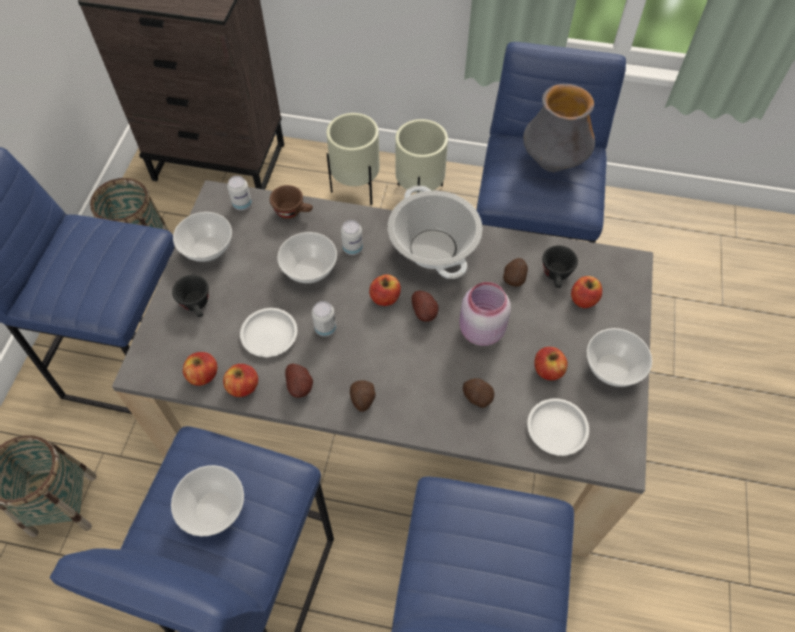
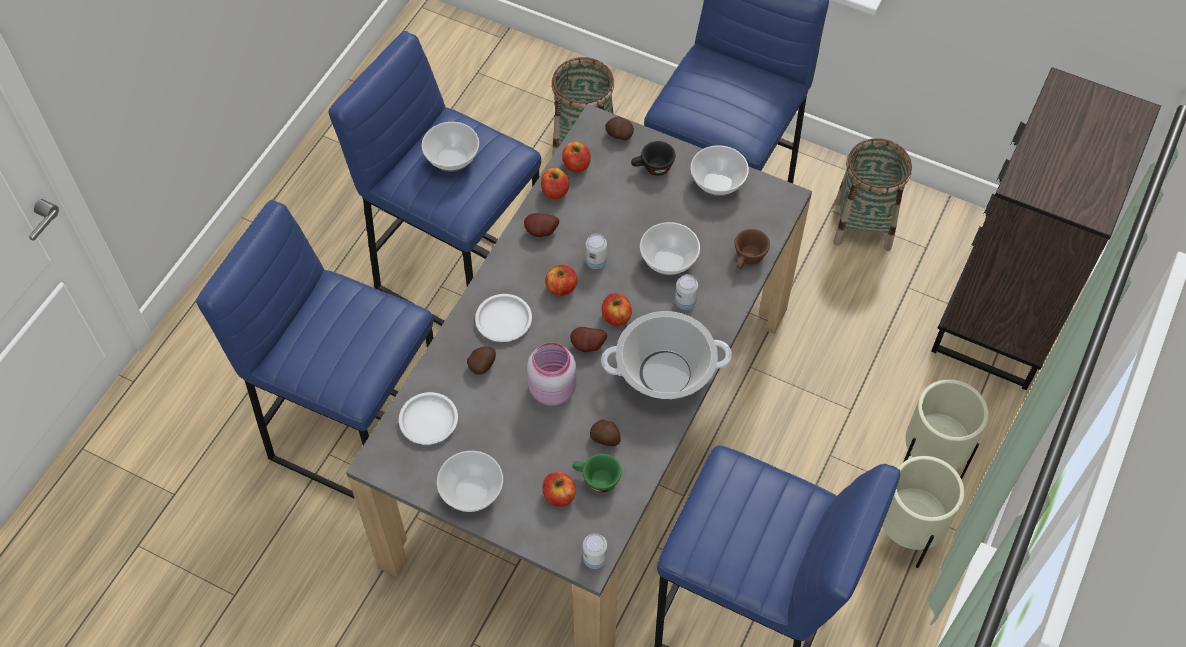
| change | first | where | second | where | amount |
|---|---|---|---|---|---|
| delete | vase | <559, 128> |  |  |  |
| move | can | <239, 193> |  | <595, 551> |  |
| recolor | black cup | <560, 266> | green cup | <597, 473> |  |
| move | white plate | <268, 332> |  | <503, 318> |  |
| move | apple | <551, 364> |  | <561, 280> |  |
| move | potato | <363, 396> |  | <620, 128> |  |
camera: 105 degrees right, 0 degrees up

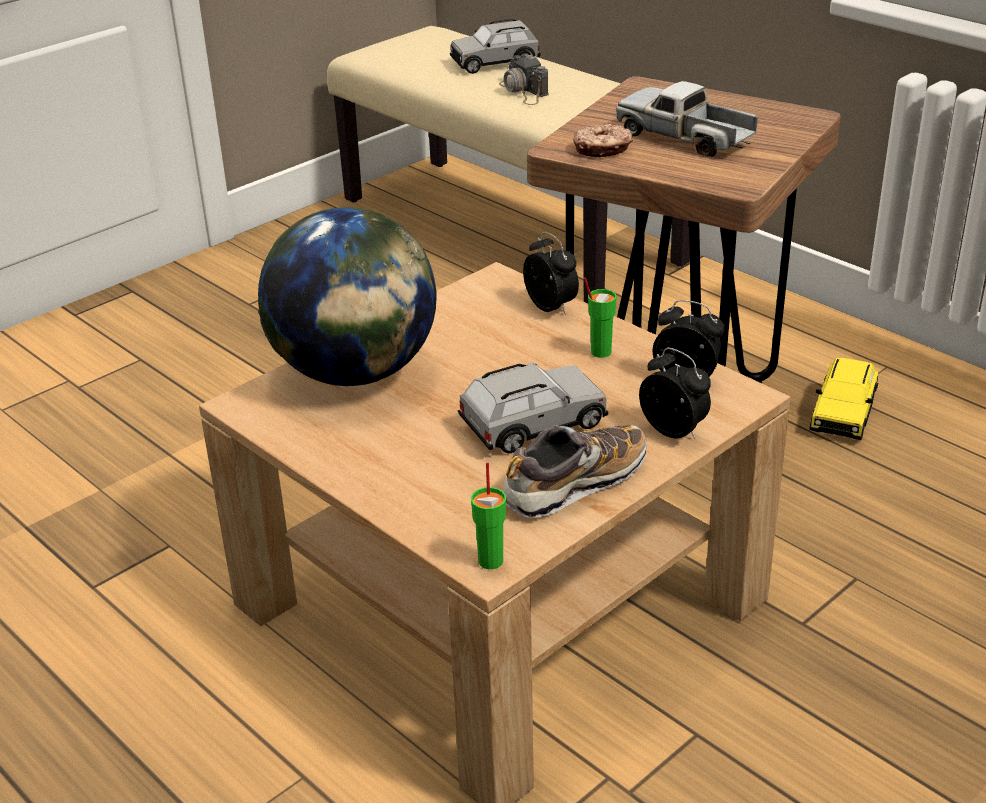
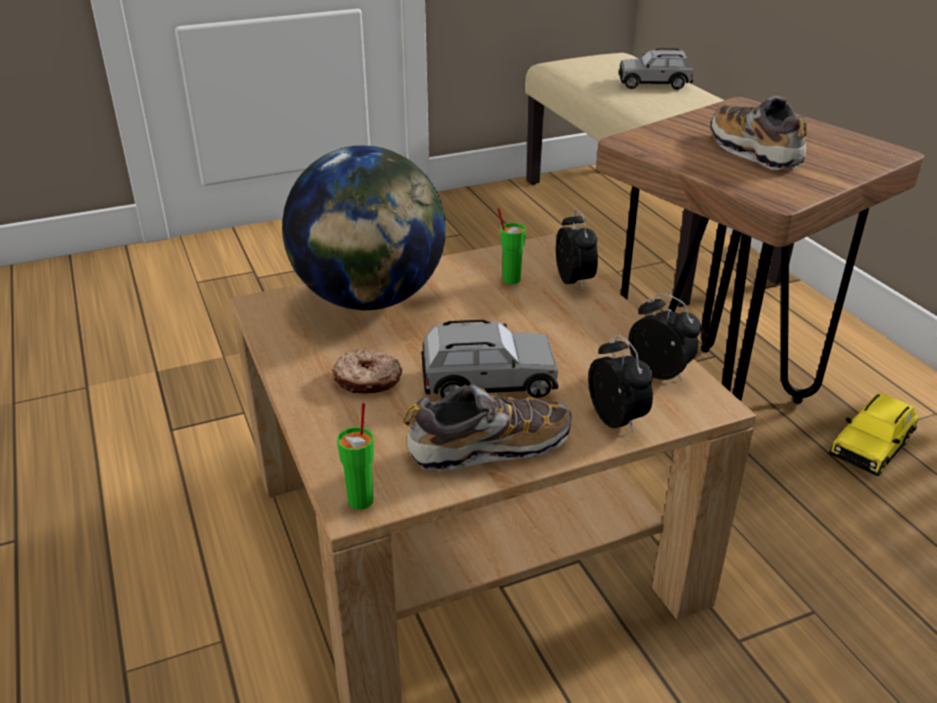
| change | first | where | second | where | amount |
|---|---|---|---|---|---|
| delete | photo camera | <524, 79> |  |  |  |
| replace | toy truck | <687, 119> | shoe | <759, 133> |  |
| move | donut | <603, 140> |  | <367, 372> |  |
| move | green cup | <600, 317> |  | <512, 246> |  |
camera: 20 degrees right, 0 degrees up

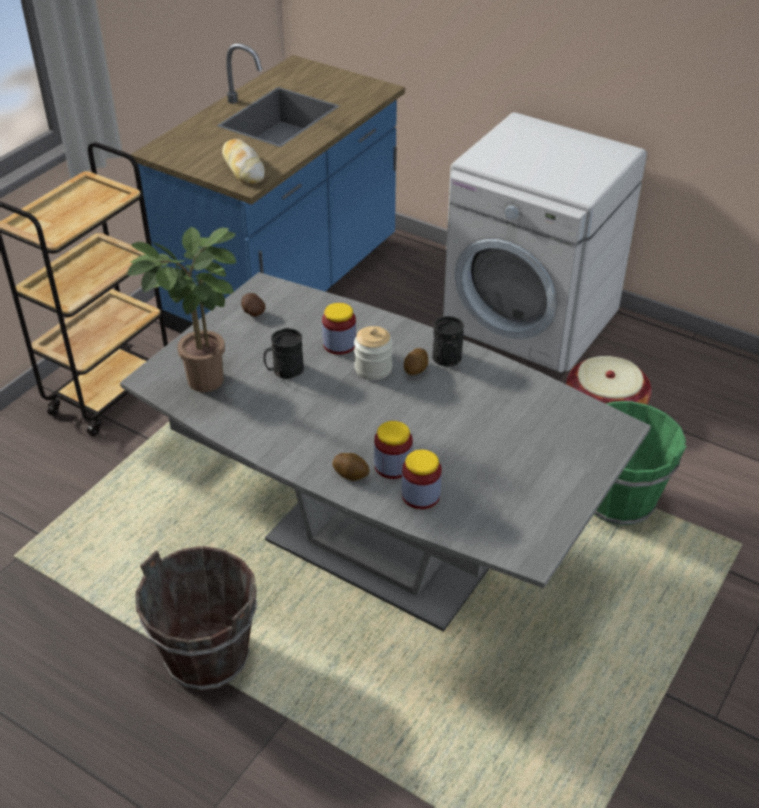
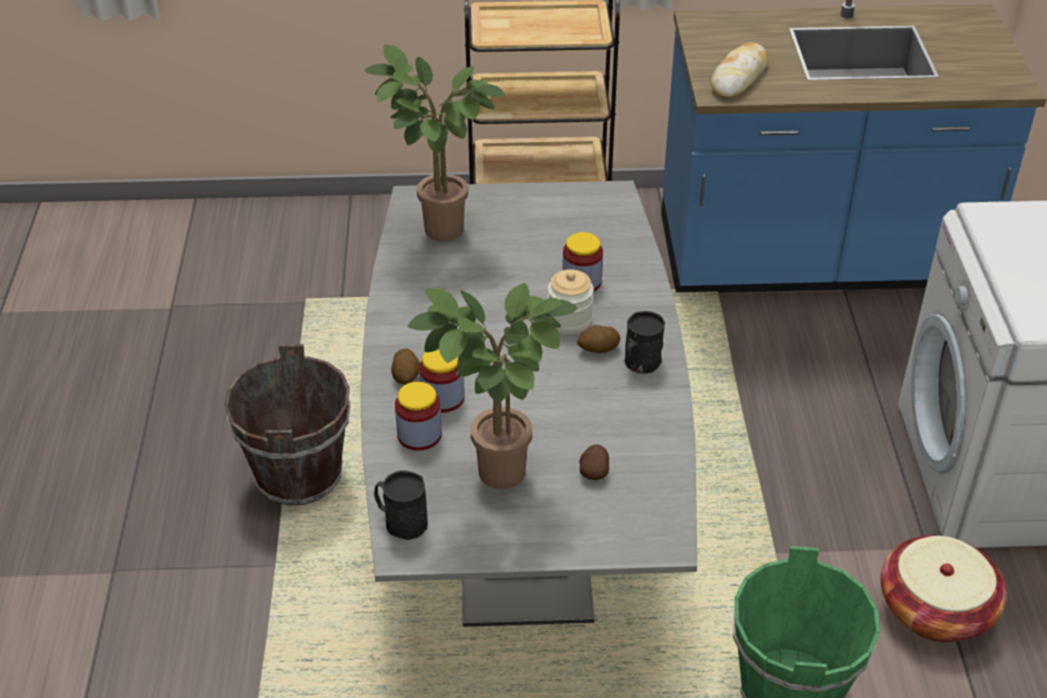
| change | first | where | second | where | amount |
|---|---|---|---|---|---|
| move | potato | <253, 305> |  | <594, 462> |  |
| move | black mug | <283, 353> |  | <401, 505> |  |
| insert |  |  | potted plant | <492, 386> |  |
camera: 55 degrees right, 0 degrees up

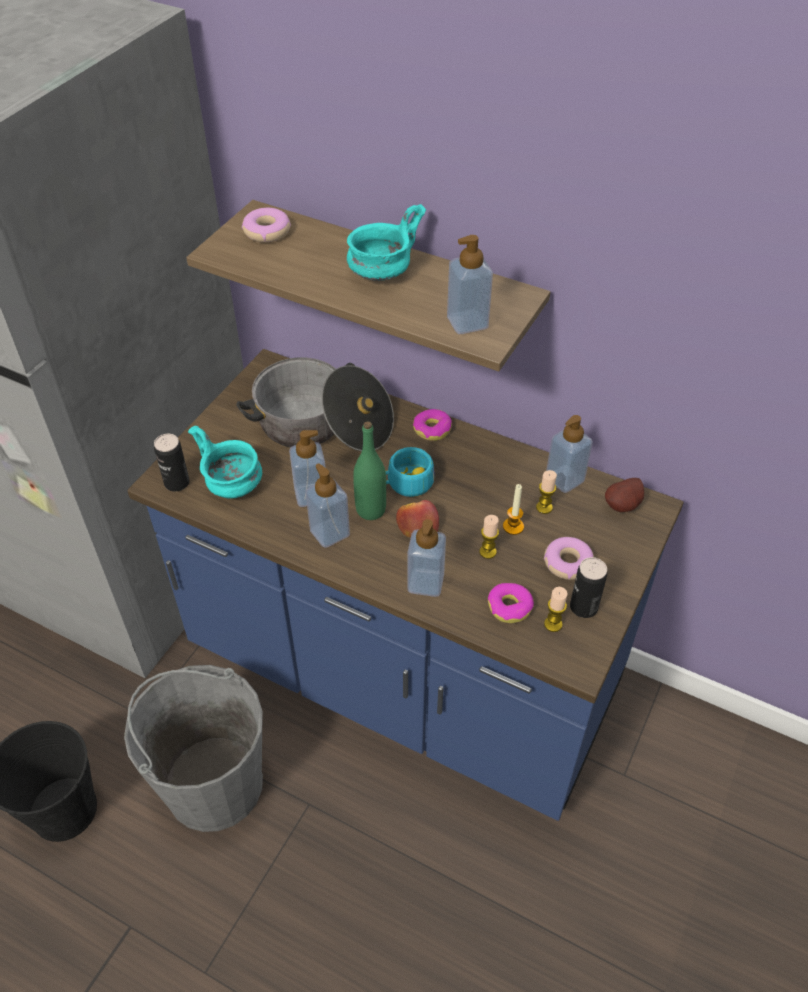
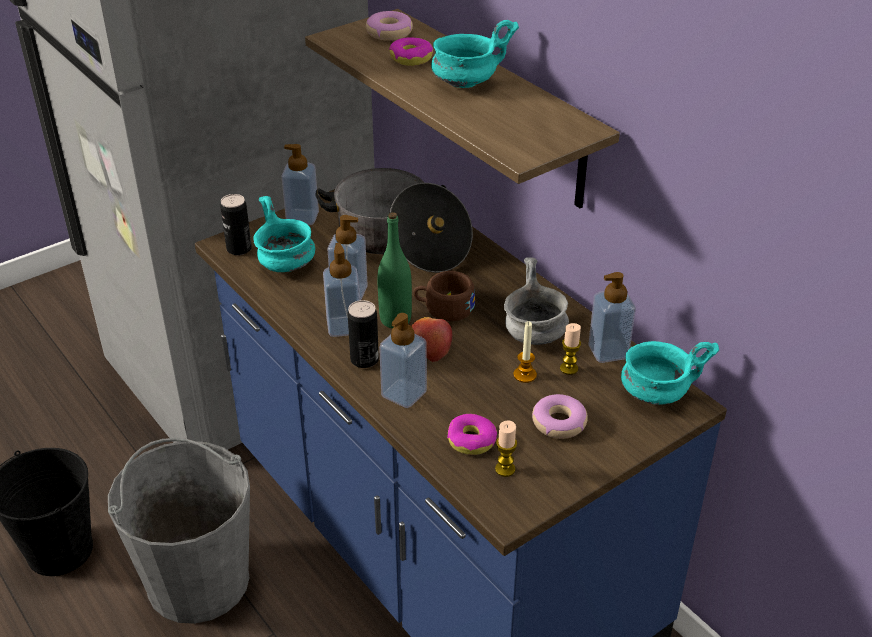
| change | first | where | second | where | amount |
|---|---|---|---|---|---|
| move | soap dispenser | <470, 284> |  | <300, 184> |  |
| move | donut | <432, 425> |  | <412, 52> |  |
| recolor | turquoise cup | <410, 472> | brown cup | <444, 296> |  |
| replace | potato | <624, 495> | turquoise bowl | <670, 373> |  |
| delete | candle | <489, 537> |  |  |  |
| move | can | <588, 587> |  | <363, 334> |  |
| insert |  |  | grey bowl | <536, 301> |  |
camera: 25 degrees right, 10 degrees down

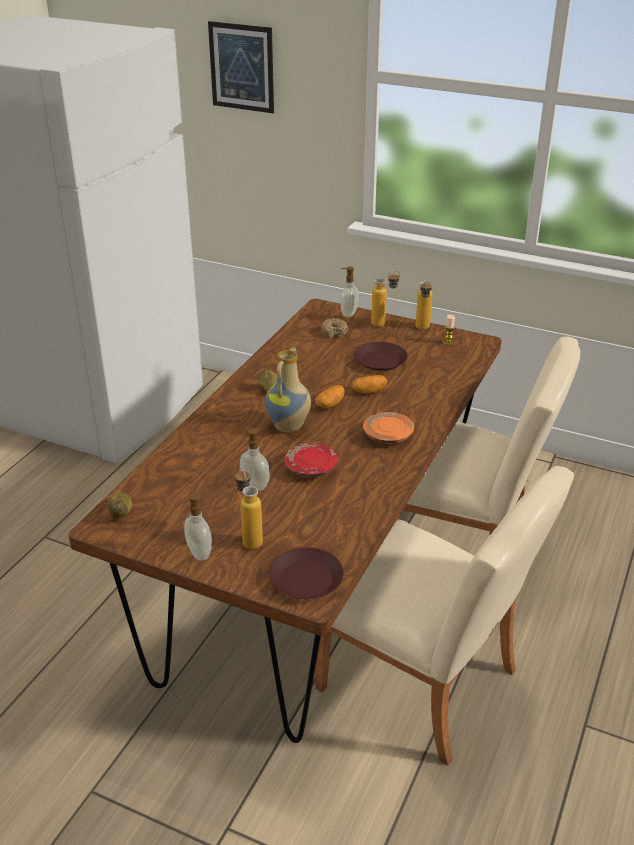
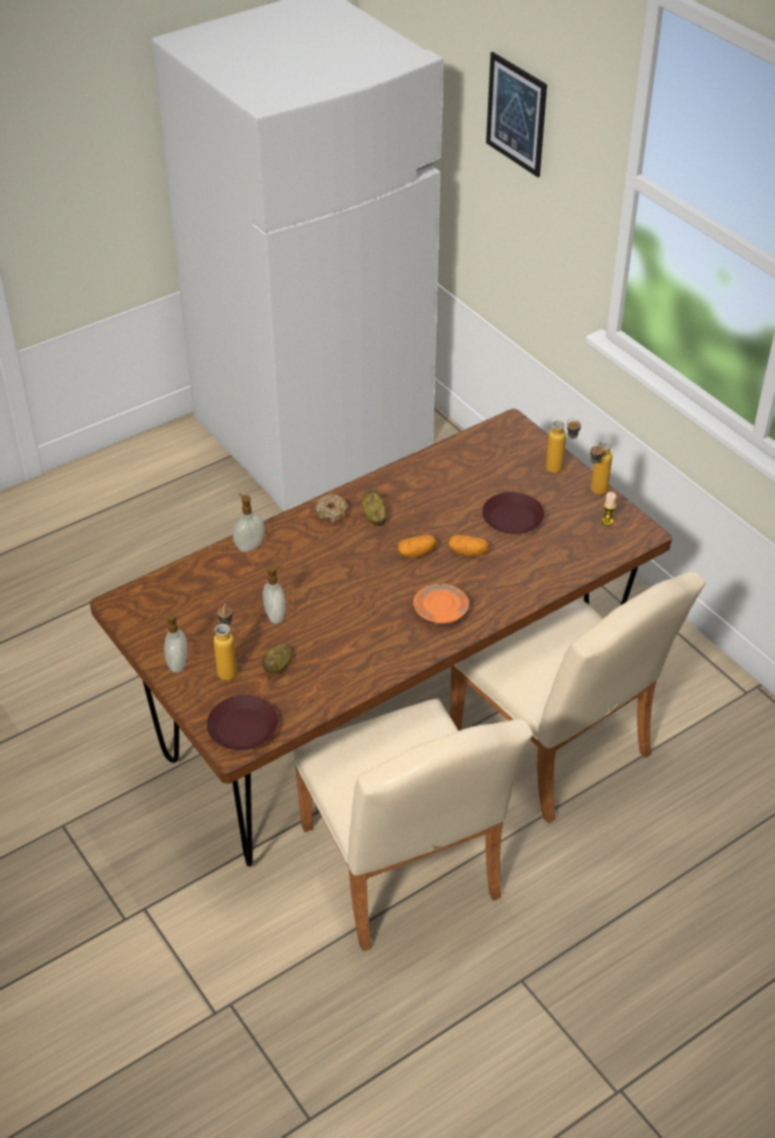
| change | first | where | second | where | amount |
|---|---|---|---|---|---|
| move | soap dispenser | <349, 292> |  | <249, 523> |  |
| move | donut | <334, 328> |  | <332, 509> |  |
| delete | vase | <288, 389> |  |  |  |
| delete | red plate | <311, 460> |  |  |  |
| move | potato | <120, 504> |  | <276, 659> |  |
camera: 30 degrees right, 10 degrees up

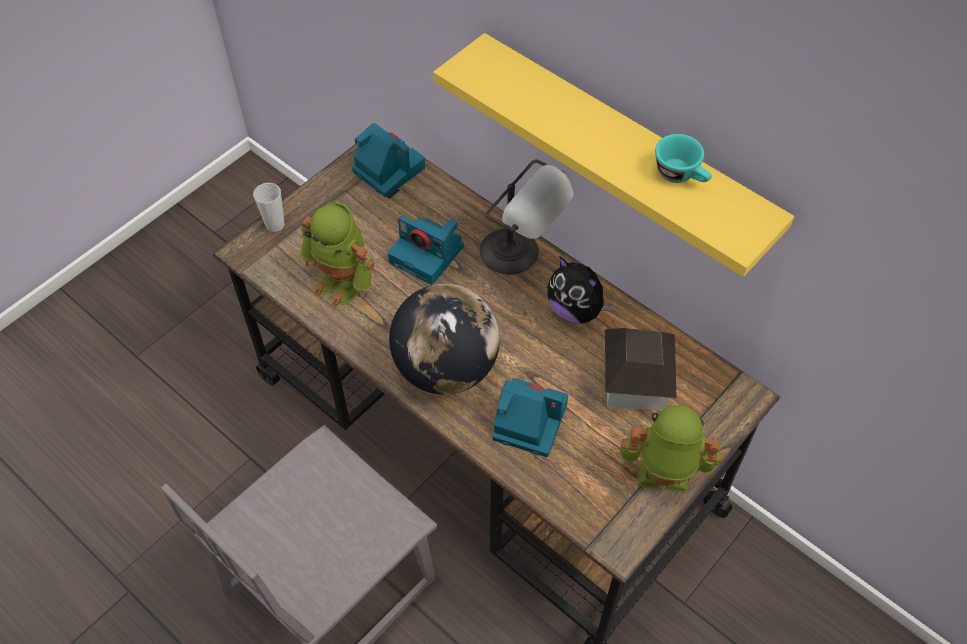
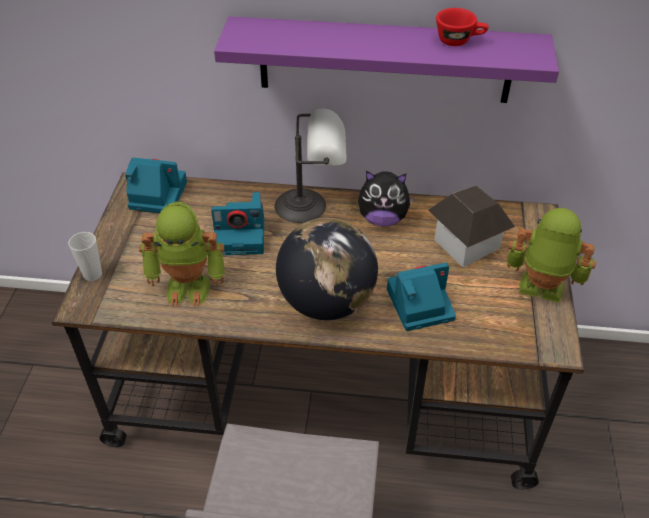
| change | first | where | second | where | amount |
|---|---|---|---|---|---|
| recolor | yellow shelf | <613, 155> | purple shelf | <386, 59> |  |
| recolor | turquoise cup | <683, 158> | red cup | <462, 27> |  |
| rotate | toy robot | <671, 449> |  | <551, 255> | 45 degrees clockwise |
camera: 35 degrees left, 10 degrees down

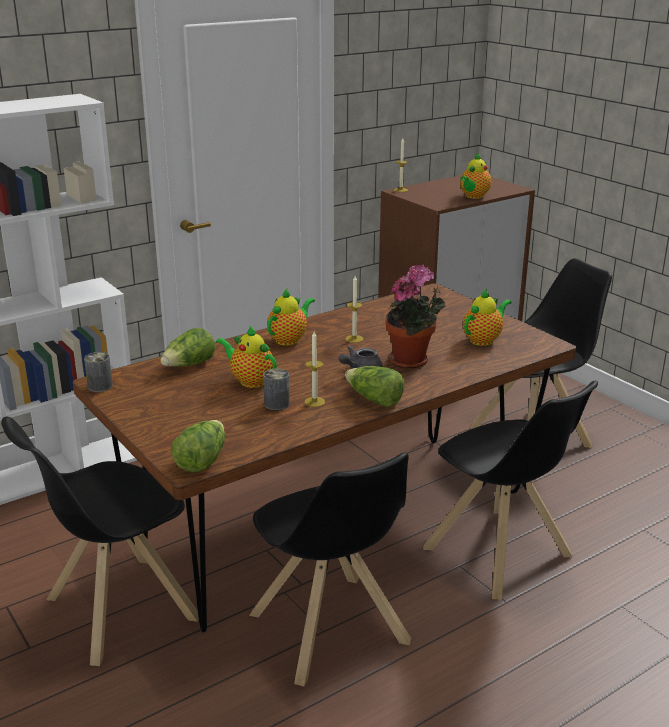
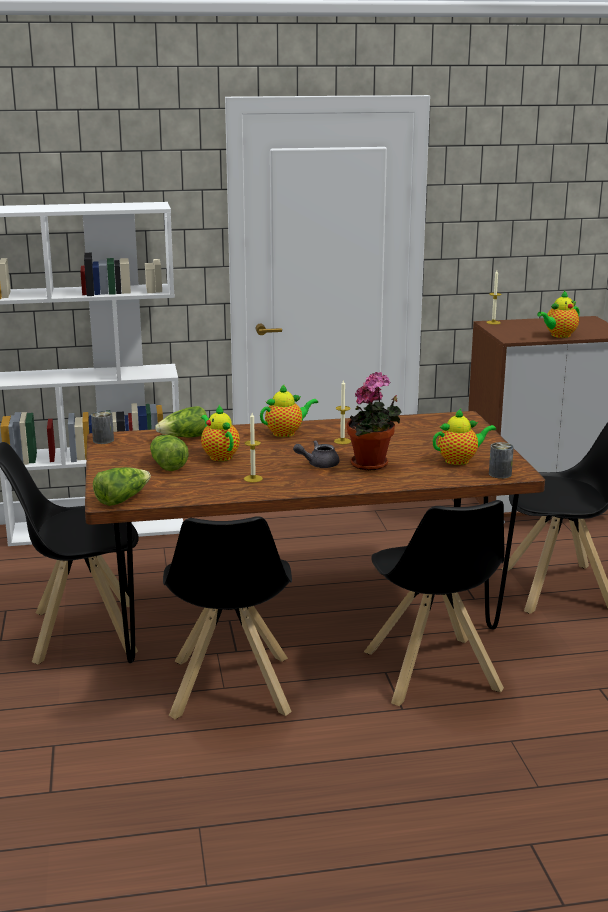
| change | first | where | second | where | amount |
|---|---|---|---|---|---|
| move | lettuce | <375, 386> |  | <169, 453> |  |
| move | can | <276, 390> |  | <501, 460> |  |
camera: 25 degrees right, 5 degrees down

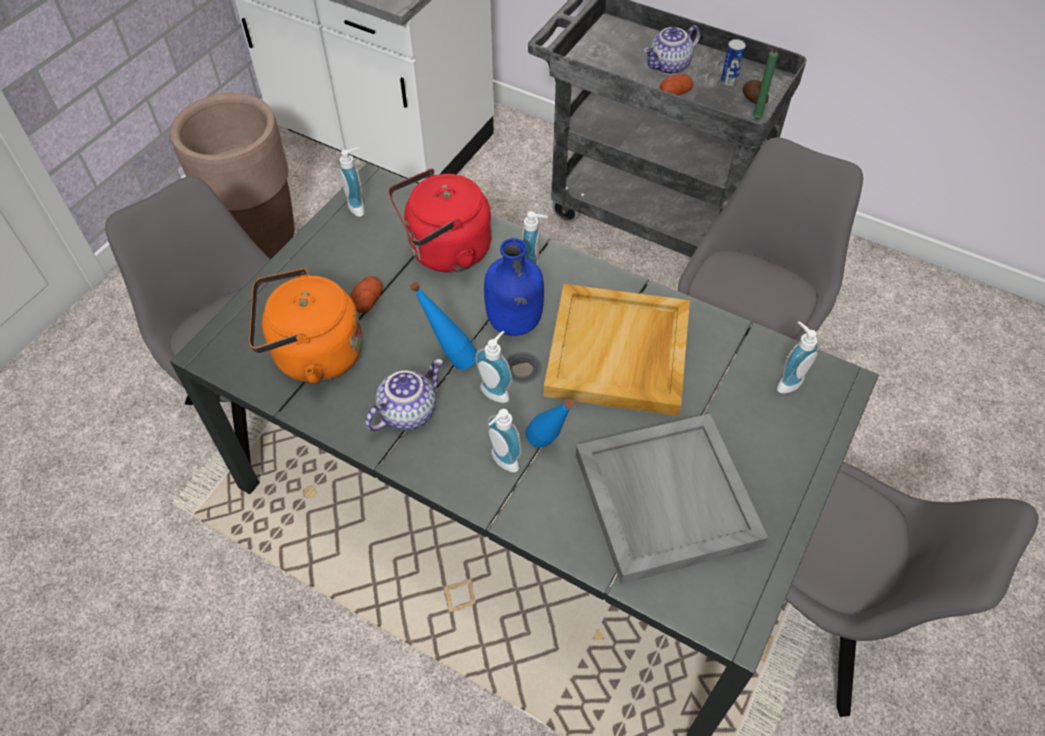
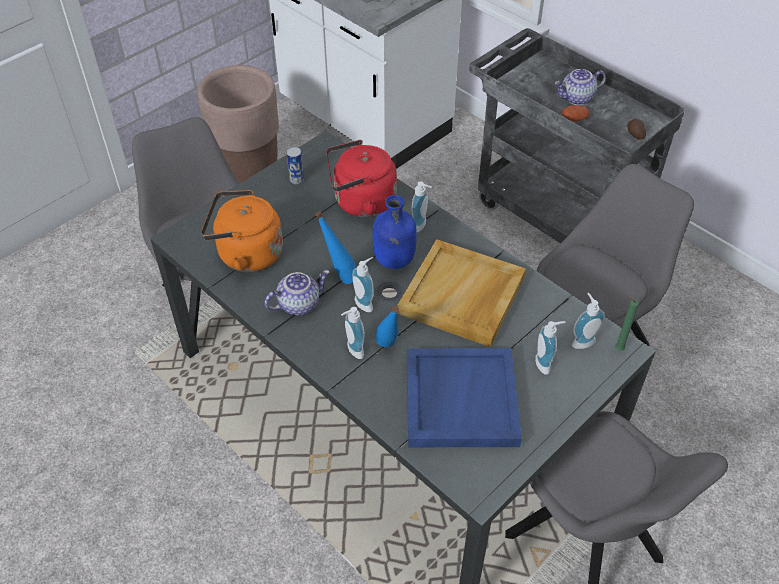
| change | first | where | second | where | amount |
|---|---|---|---|---|---|
| move | can | <733, 63> |  | <295, 165> |  |
| move | green candle | <765, 83> |  | <627, 324> |  |
| move | soap dispenser | <352, 182> |  | <550, 348> |  |
| delete | potato | <366, 294> |  |  |  |
| recolor | grey tray | <672, 499> | blue tray | <464, 397> |  |
camera: 15 degrees right, 5 degrees down

